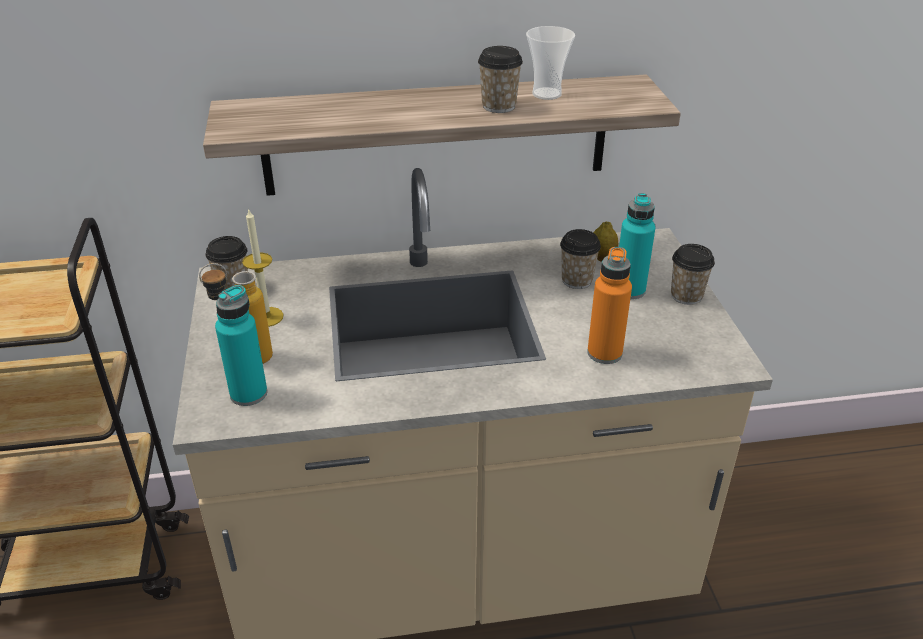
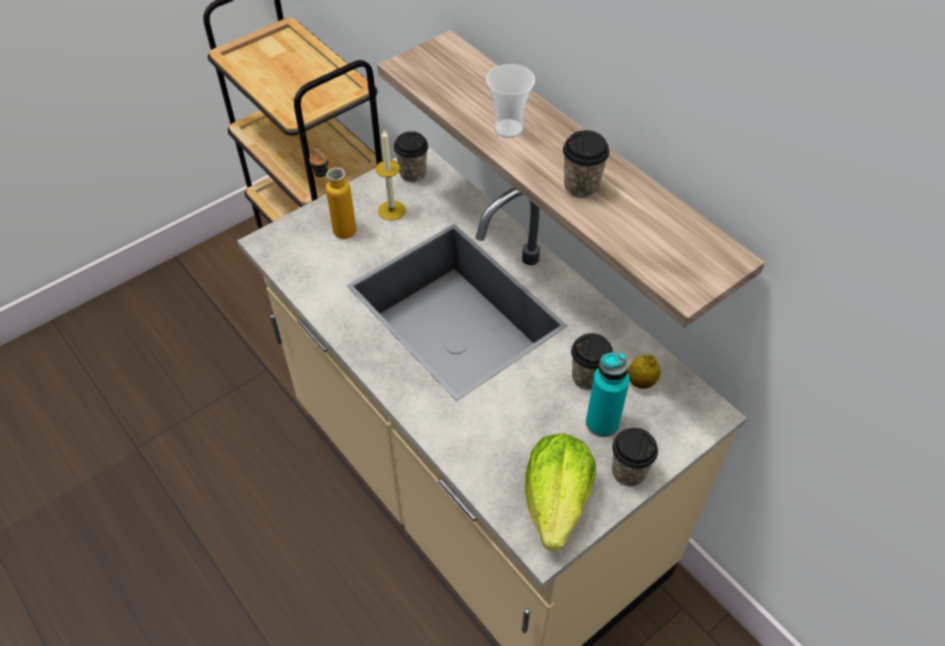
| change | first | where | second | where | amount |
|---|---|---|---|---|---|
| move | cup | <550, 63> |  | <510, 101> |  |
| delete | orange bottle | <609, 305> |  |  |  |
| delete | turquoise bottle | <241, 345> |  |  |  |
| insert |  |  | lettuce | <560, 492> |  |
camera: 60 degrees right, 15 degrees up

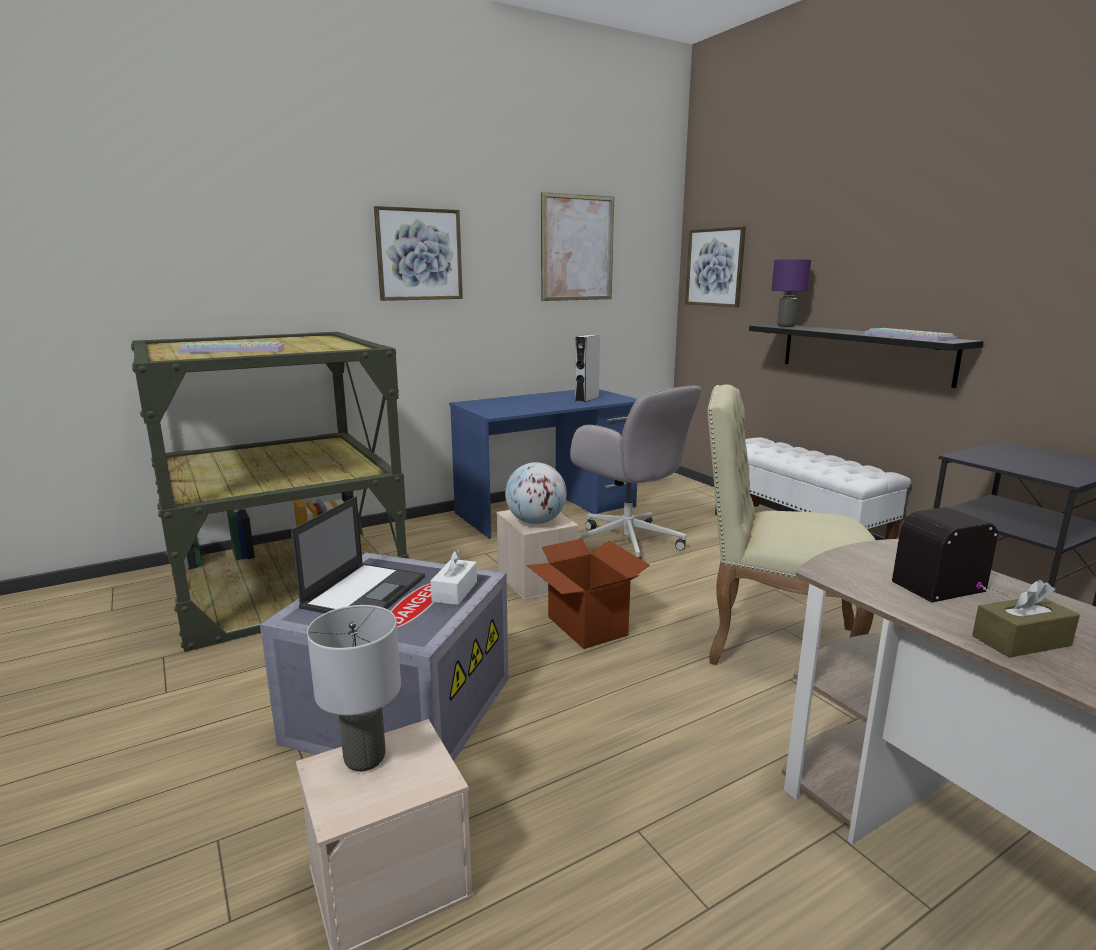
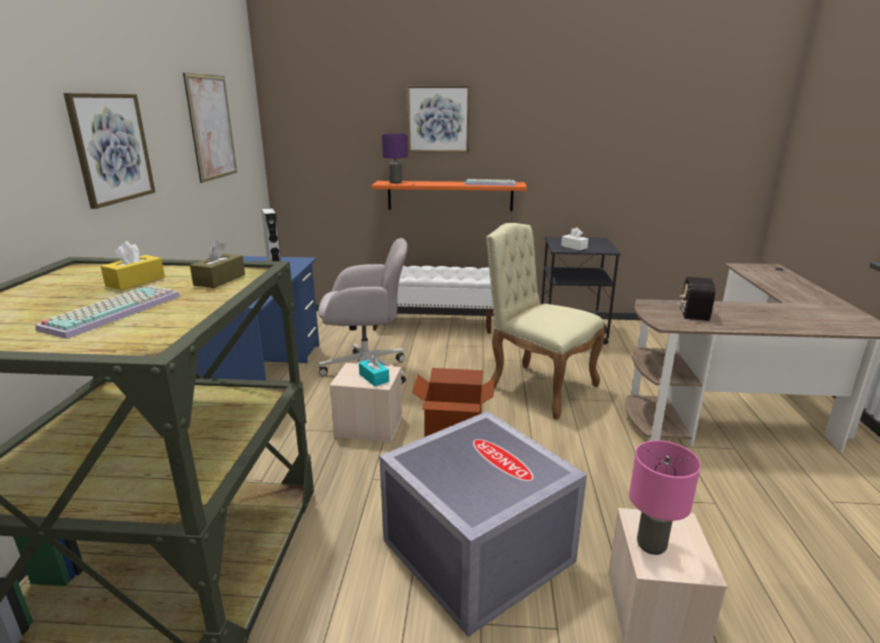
| change | first | where | second | where | amount |
|---|---|---|---|---|---|
| move | picture | <715, 266> |  | <438, 119> |  |
| recolor | black shelf | <866, 356> | orange shelf | <449, 196> |  |
| rotate | beige chair | <791, 524> |  | <545, 321> | 75 degrees clockwise |
| replace | globe | <536, 493> | turquoise tissue box | <374, 370> |  |
| delete | laptop | <358, 554> |  |  |  |
| move | white tissue box | <454, 577> |  | <574, 238> |  |
| move | brown tissue box | <1026, 619> |  | <217, 264> |  |
| recolor | white table lamp | <354, 688> | pink table lamp | <665, 497> |  |
| insert |  |  | yellow tissue box | <133, 265> |  |
camera: 55 degrees left, 5 degrees up

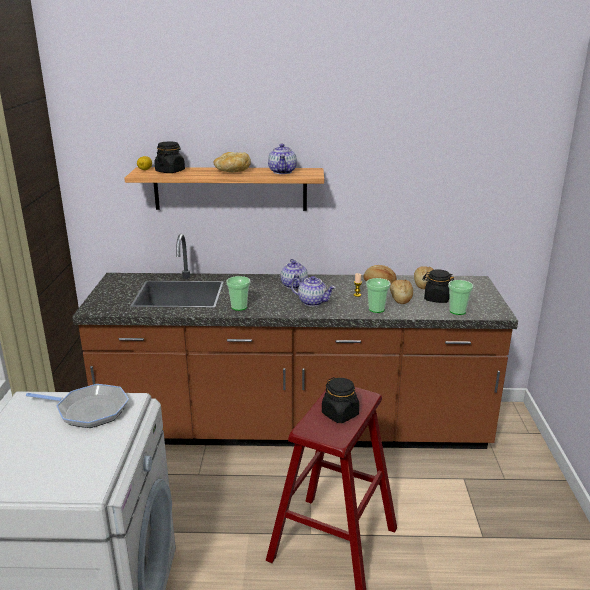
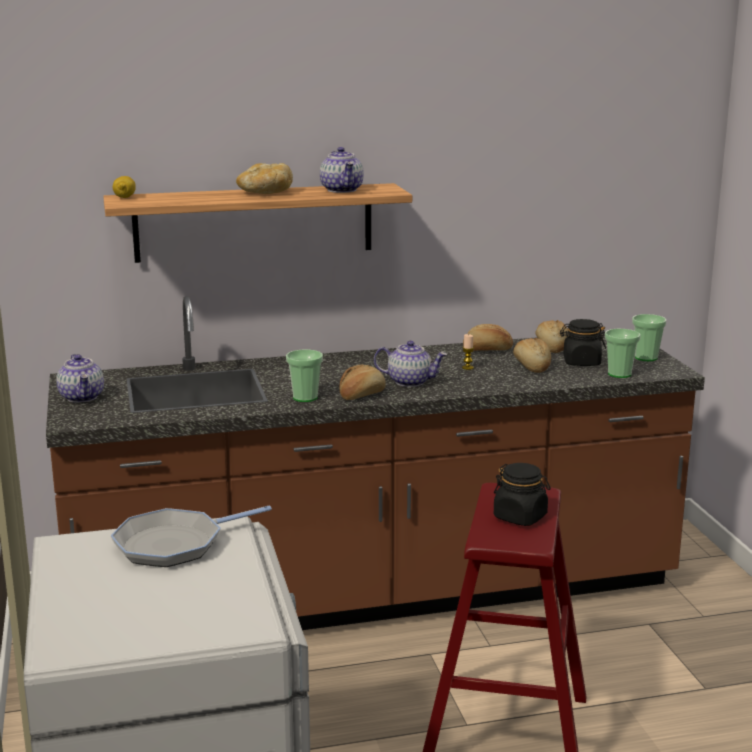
| change | first | where | second | where | amount |
|---|---|---|---|---|---|
| delete | black jar | <169, 157> |  |  |  |
| move | teapot | <294, 274> |  | <80, 378> |  |
| move | cup | <378, 295> |  | <649, 337> |  |
| rotate | frying pan | <77, 406> |  | <191, 536> | 150 degrees clockwise |
| insert |  |  | bread | <362, 382> |  |
camera: 15 degrees left, 5 degrees down

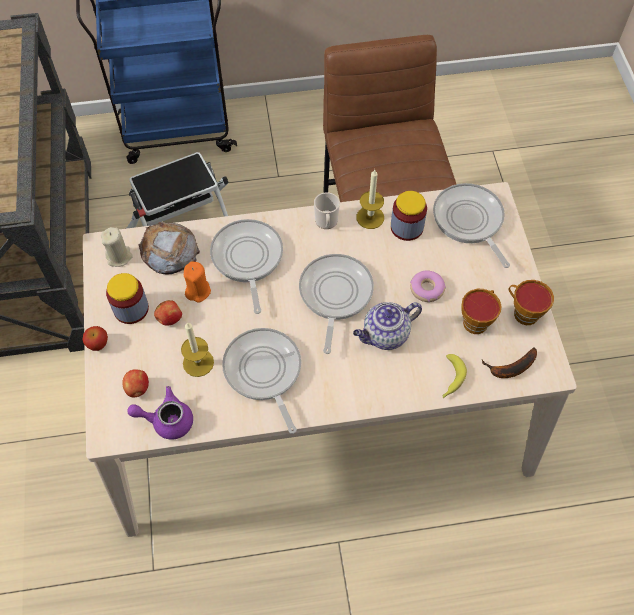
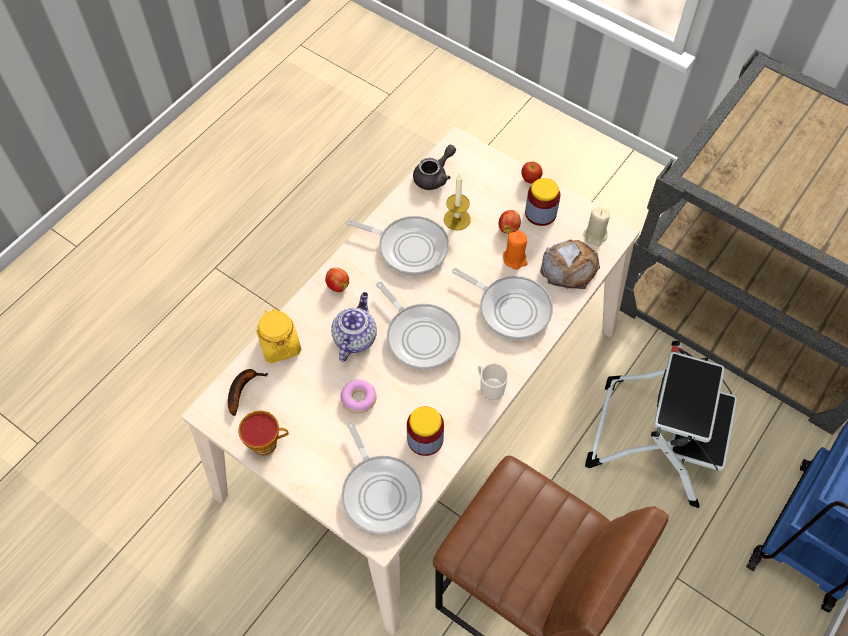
| change | first | where | second | where | amount |
|---|---|---|---|---|---|
| delete | candle | <370, 199> |  |  |  |
| rotate | frying pan | <471, 225> |  | <382, 477> | 45 degrees clockwise |
| delete | cup | <481, 311> |  |  |  |
| replace | banana | <454, 376> | yellow jar | <278, 335> |  |
| move | apple | <135, 383> |  | <337, 279> |  |
| recolor | purple teapot | <160, 413> | grey teapot | <434, 167> |  |
camera: 135 degrees right, 0 degrees up

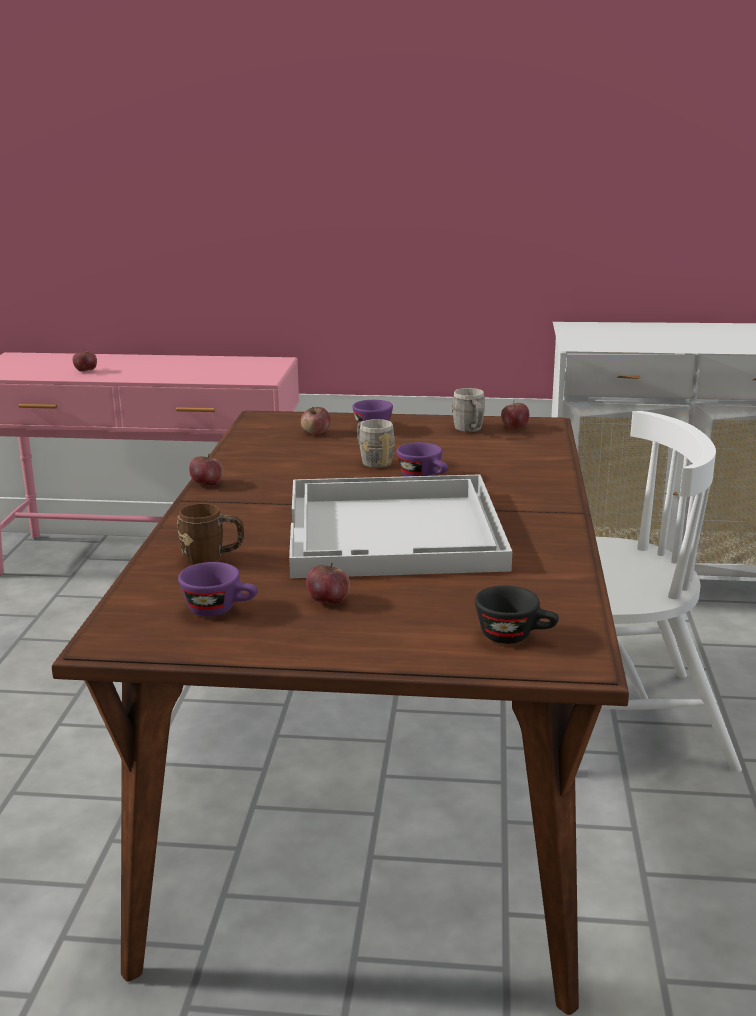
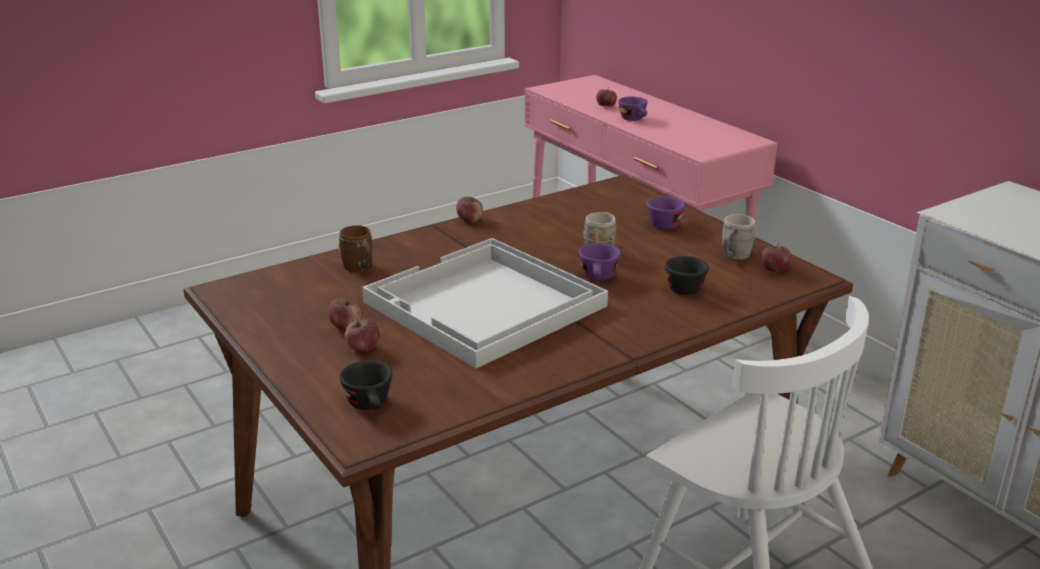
| change | first | where | second | where | amount |
|---|---|---|---|---|---|
| move | apple | <315, 421> |  | <362, 334> |  |
| move | purple cup | <218, 589> |  | <633, 109> |  |
| insert |  |  | black cup | <687, 275> |  |
camera: 50 degrees right, 5 degrees up

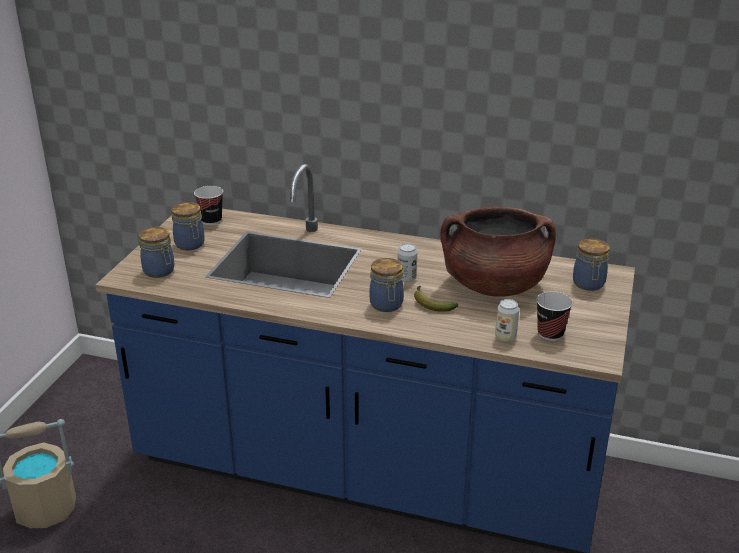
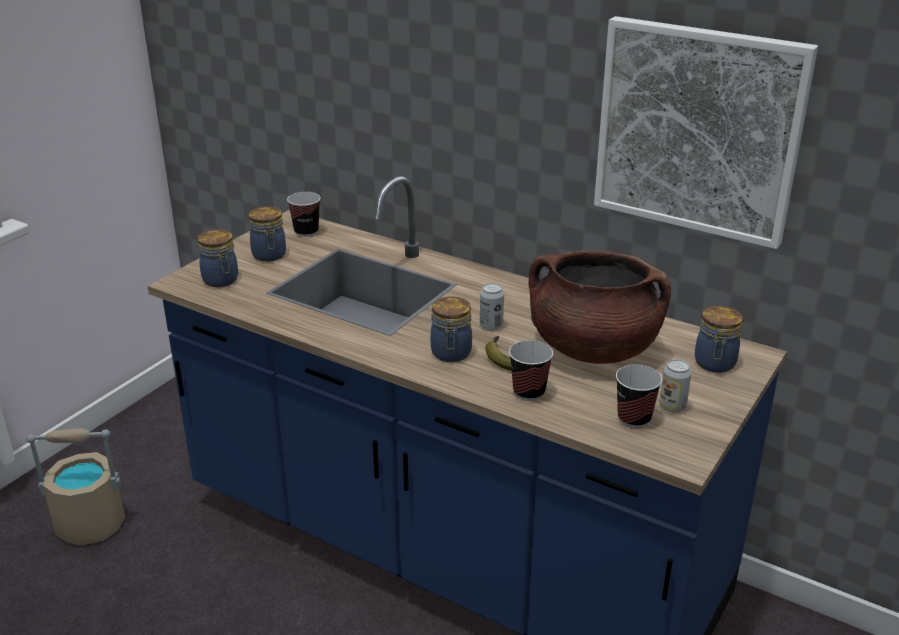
| change | first | where | second | where | amount |
|---|---|---|---|---|---|
| move | can | <507, 320> |  | <675, 385> |  |
| insert |  |  | picture | <706, 132> |  |
| insert |  |  | cup | <531, 370> |  |
camera: 15 degrees right, 0 degrees up

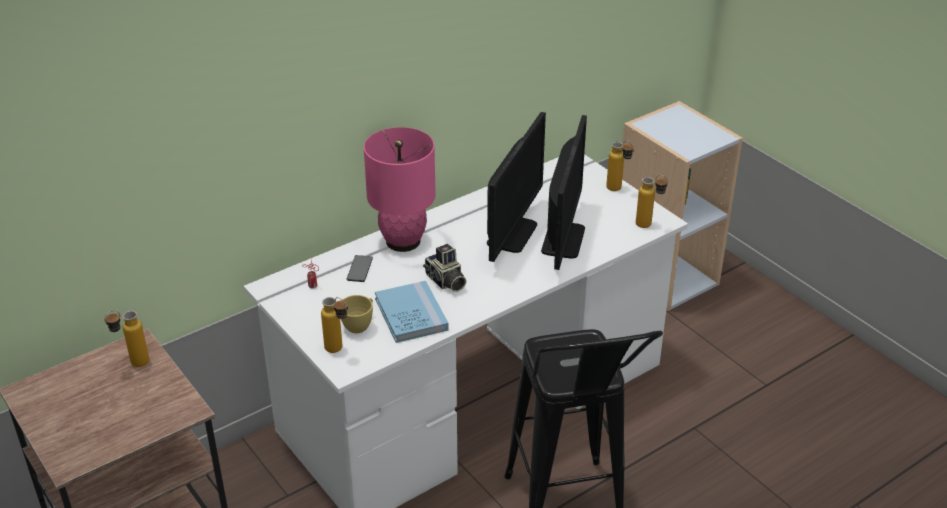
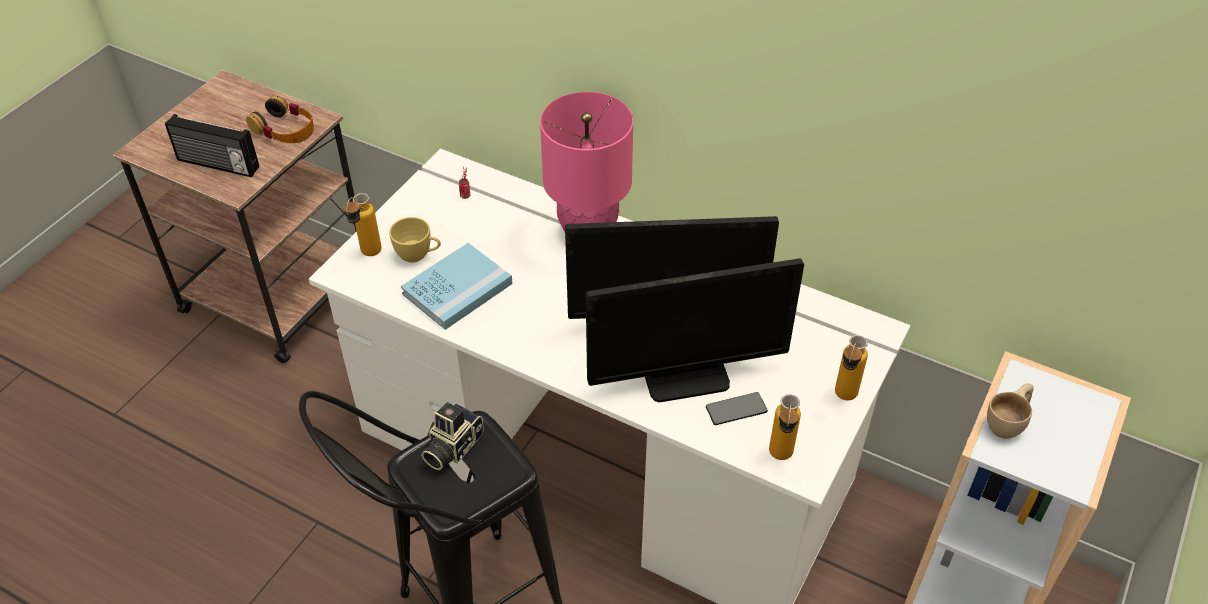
| change | first | where | second | where | amount |
|---|---|---|---|---|---|
| move | photo camera | <444, 268> |  | <452, 436> |  |
| move | phone | <360, 268> |  | <737, 408> |  |
| replace | bottle | <126, 338> | headphones | <280, 119> |  |
| insert |  |  | radio | <212, 145> |  |
| insert |  |  | beige cup | <1010, 411> |  |
camera: 65 degrees right, 10 degrees up

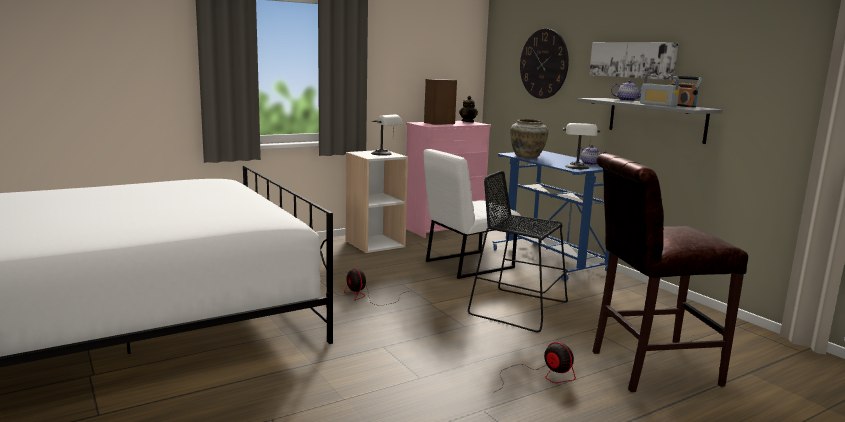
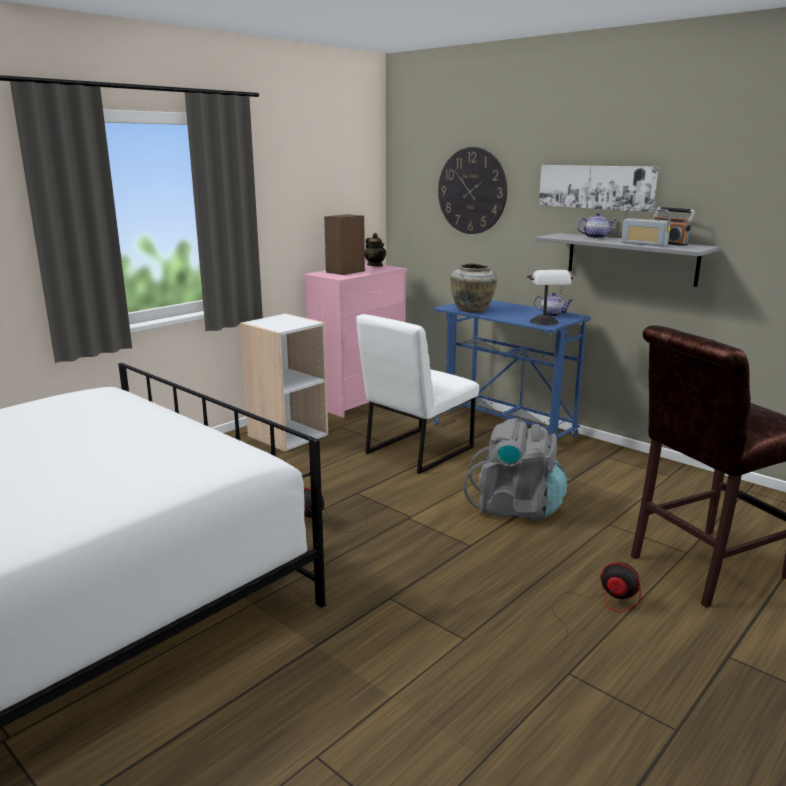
| change | first | where | second | where | amount |
|---|---|---|---|---|---|
| delete | table lamp | <387, 135> |  |  |  |
| replace | black stool | <518, 251> | grey backpack | <515, 470> |  |
camera: 15 degrees left, 5 degrees up

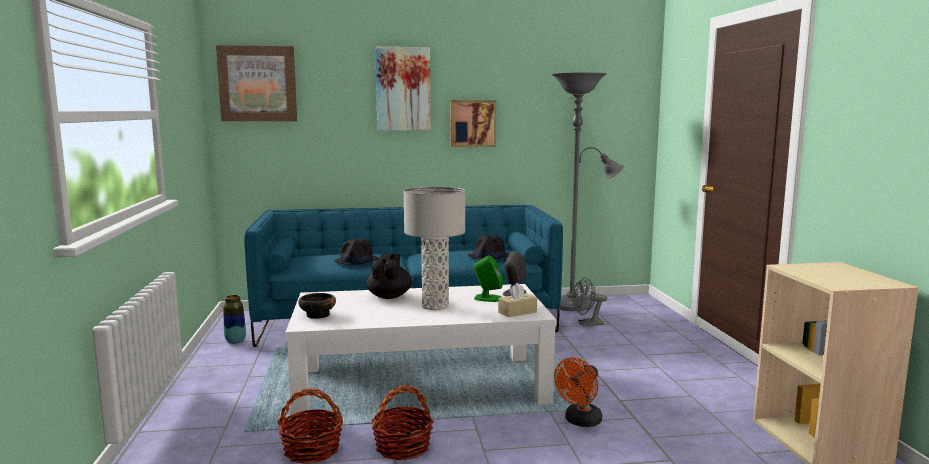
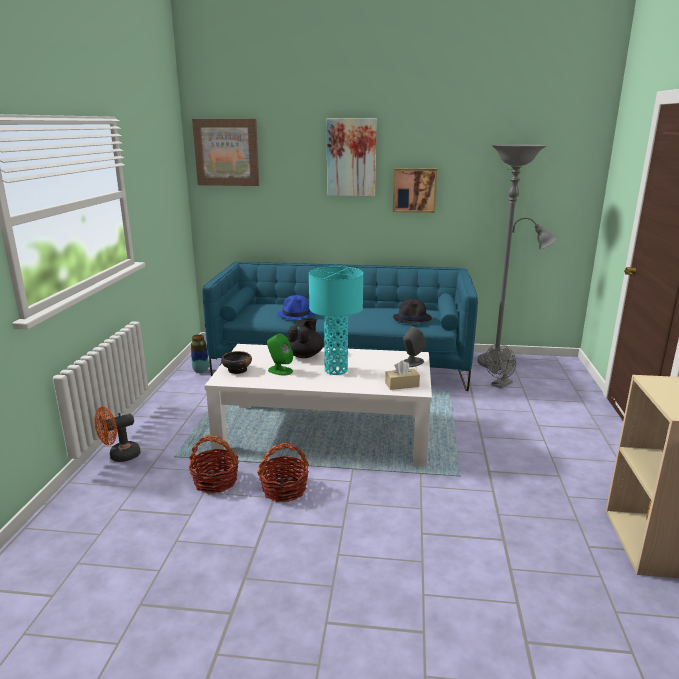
| change | first | where | second | where | amount |
|---|---|---|---|---|---|
| recolor | white table lamp | <434, 248> | turquoise table lamp | <336, 320> |  |
| recolor | black hat | <356, 252> | blue hat | <296, 307> |  |
| move | green speaker | <488, 278> |  | <280, 354> |  |
| rotate | grey fan | <589, 301> |  | <500, 366> | 45 degrees counterclockwise |
| move | orange fan | <578, 392> |  | <117, 434> |  |
camera: 15 degrees right, 10 degrees up

